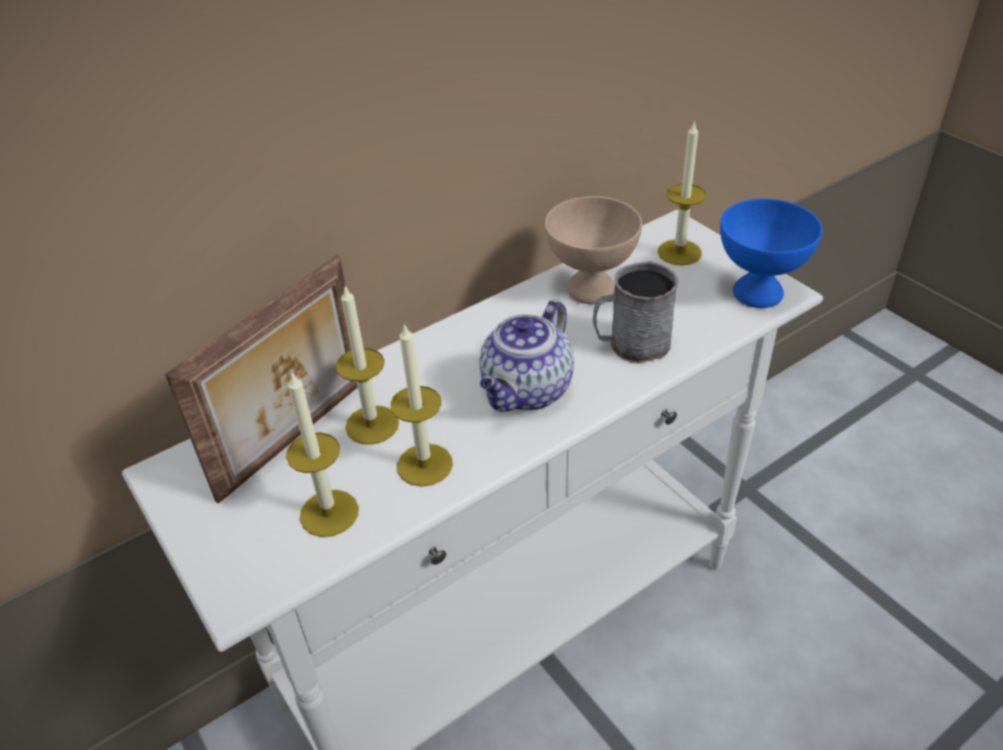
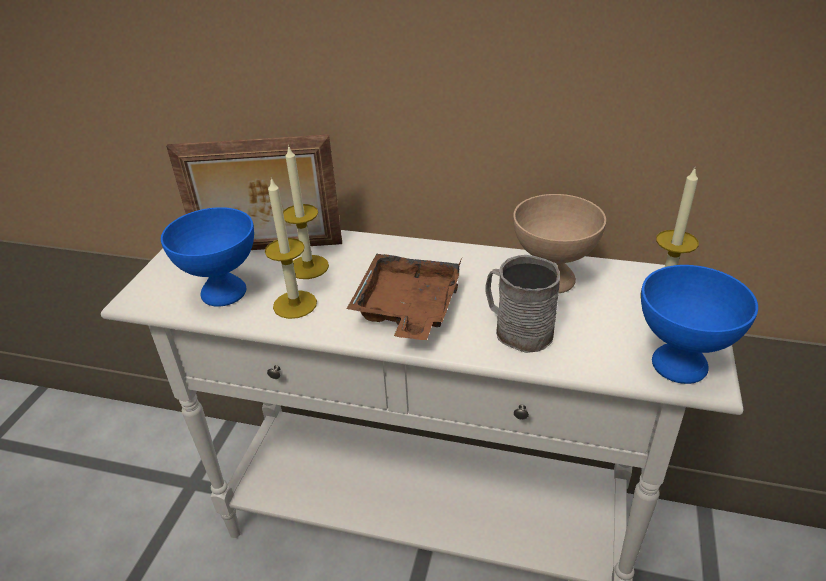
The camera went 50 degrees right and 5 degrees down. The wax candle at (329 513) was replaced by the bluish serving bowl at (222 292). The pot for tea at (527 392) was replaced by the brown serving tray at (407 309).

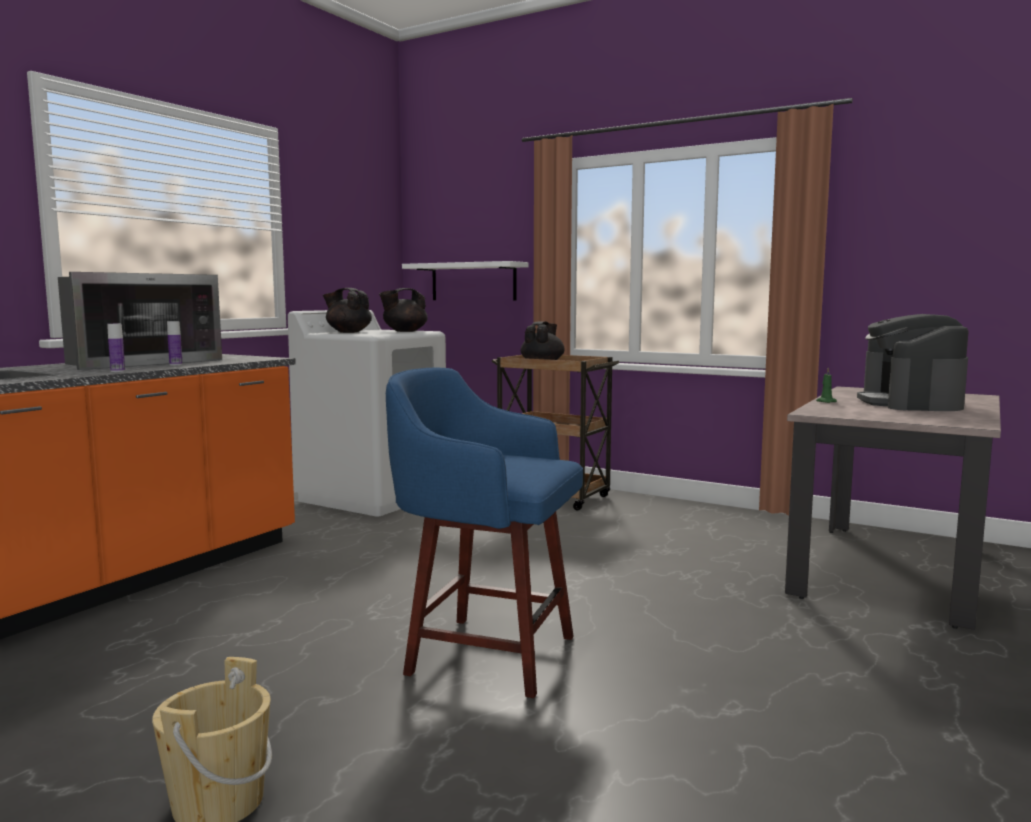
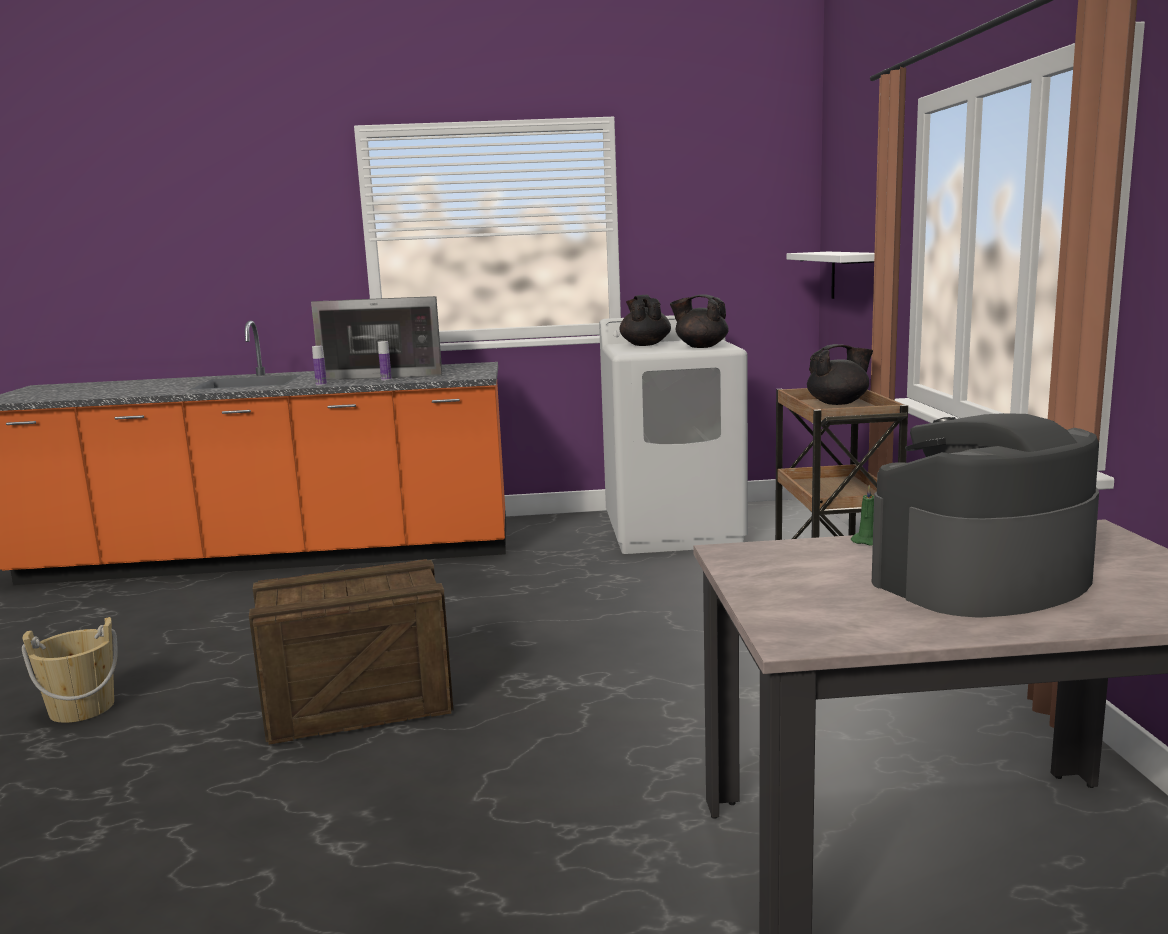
The camera went 55 degrees right and 5 degrees up. The bluish stool seat at (485 654) was replaced by the packing crate at (360 703).

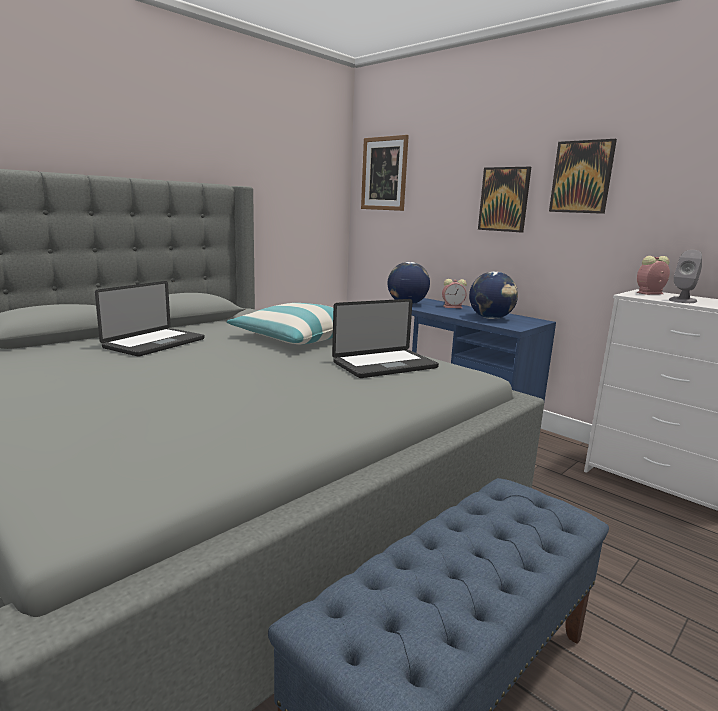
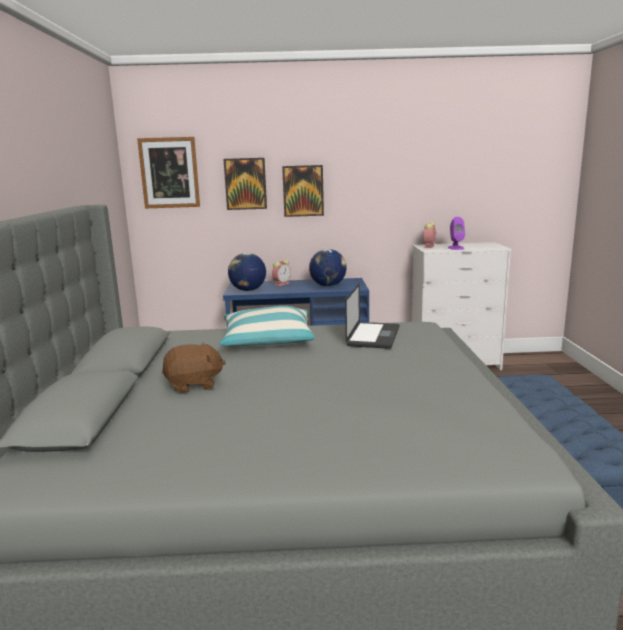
The camera went 45 degrees left and 0 degrees up. The notebook computer at (155 343) was replaced by the brown plush toy at (194 384). The wall picture moved from (582 177) to (245 184). The grey speaker at (682 300) became the purplish speaker at (455 248).

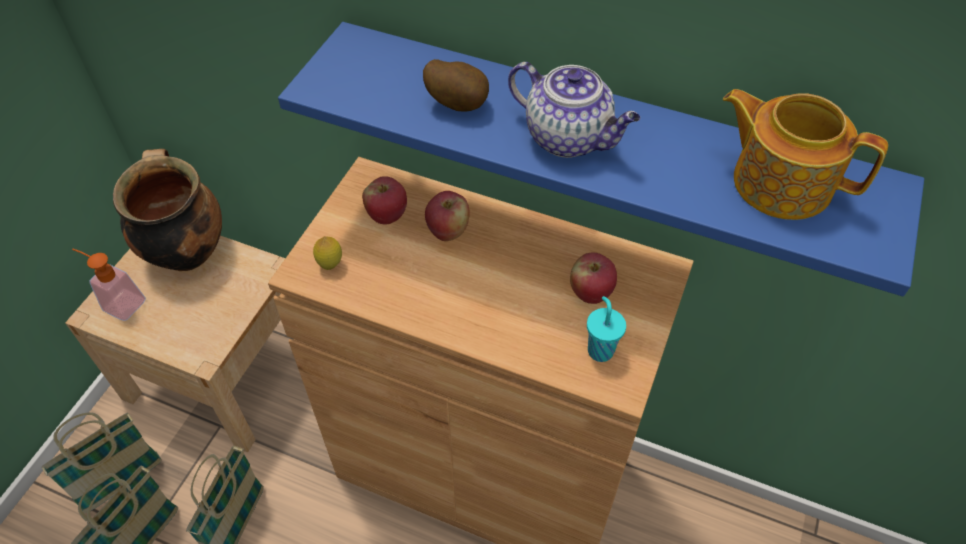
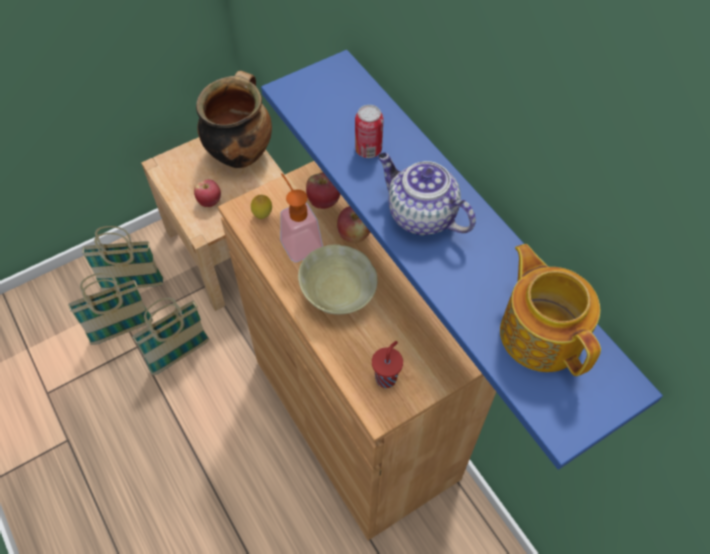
The camera went 35 degrees right and 5 degrees up. The soap dispenser moved from (119 302) to (298 240). The whole potato at (458 103) was replaced by the can at (368 150). The pot for tea at (569 138) turned 150 degrees clockwise. The apple fruit moved from (590 292) to (210 201). The turquoise small cup at (600 349) became the red small cup at (386 377). The beige-coloured serving bowl at (338 297) appeared.

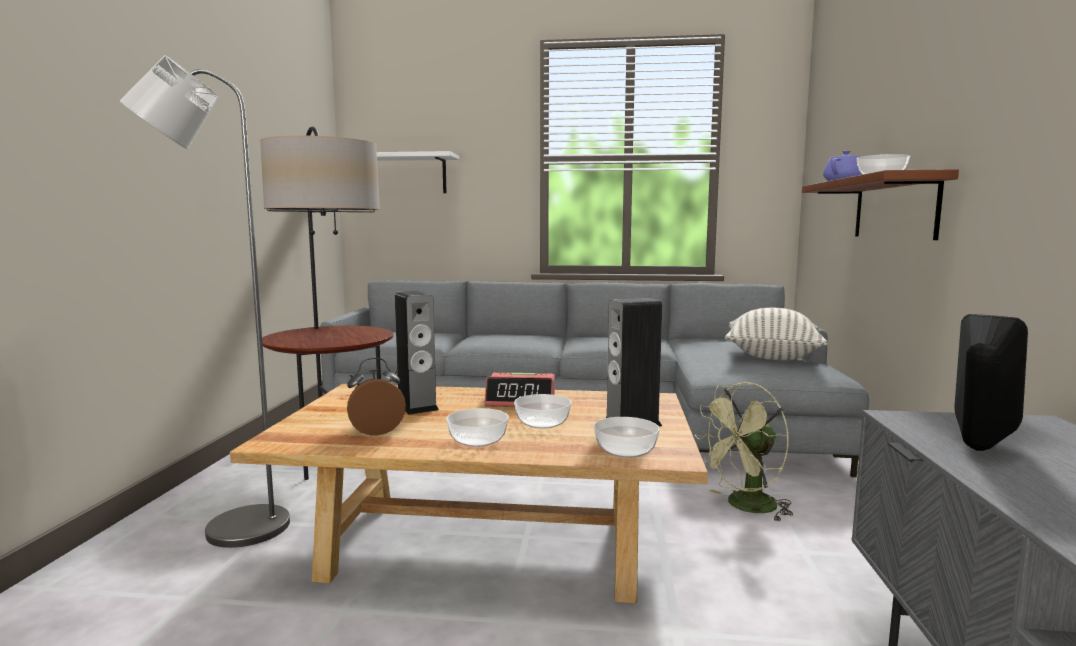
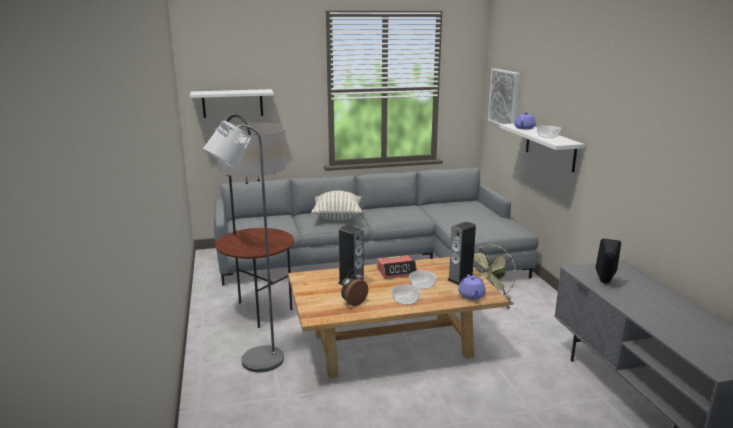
The camera went 20 degrees left and 10 degrees up. The serving bowl at (626 451) was replaced by the purplish pot for tea at (471 296). The pillow moved from (772 357) to (337 217). The brown shelf at (894 208) became the whitish shelf at (550 147). The wall picture at (504 98) appeared.

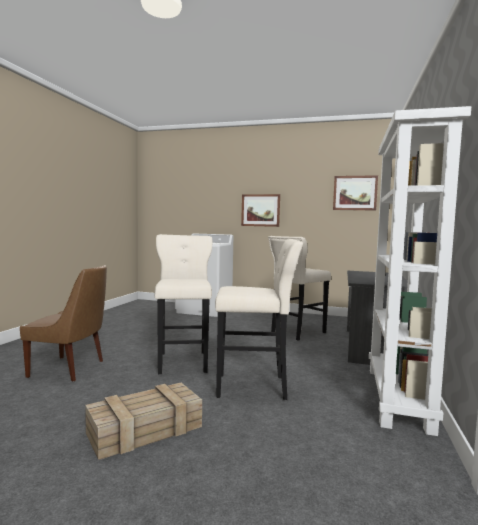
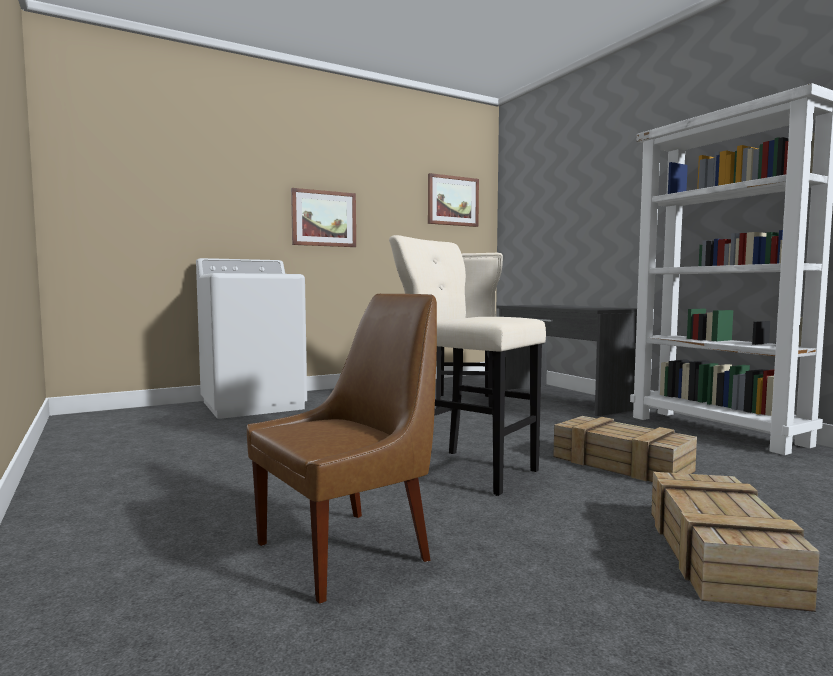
The camera went 45 degrees left and 0 degrees up. The beige-coloured stool seat at (255 387) was replaced by the packing crate at (623 464).

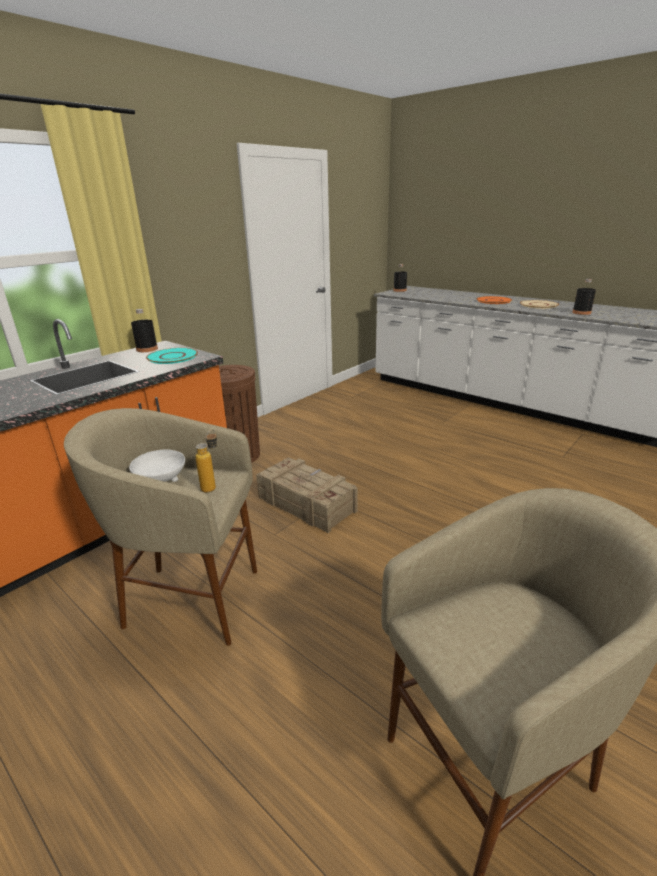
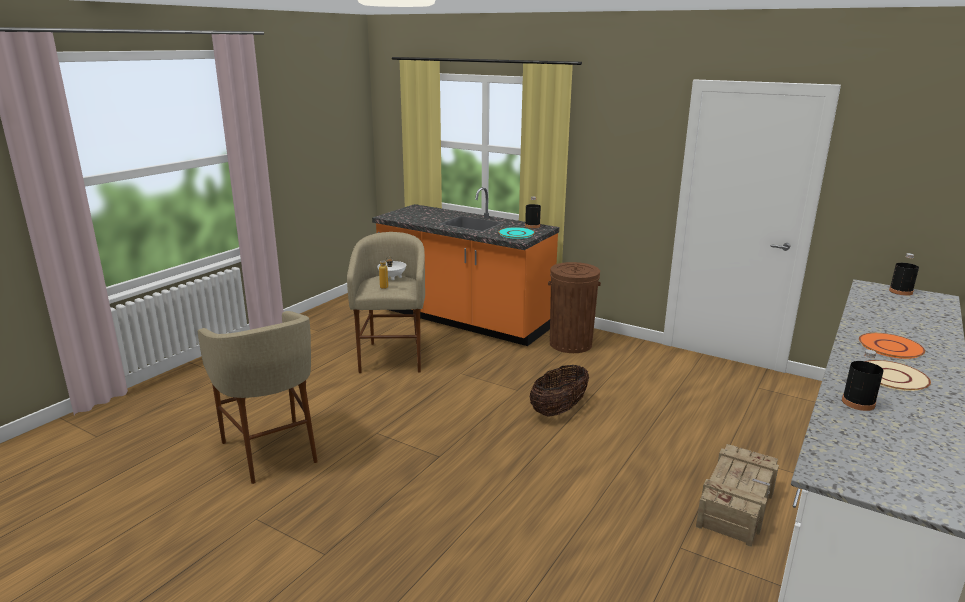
The camera went 80 degrees right and 5 degrees down. The packing crate moved from (306 503) to (737 504). The storage basket at (558 410) appeared.

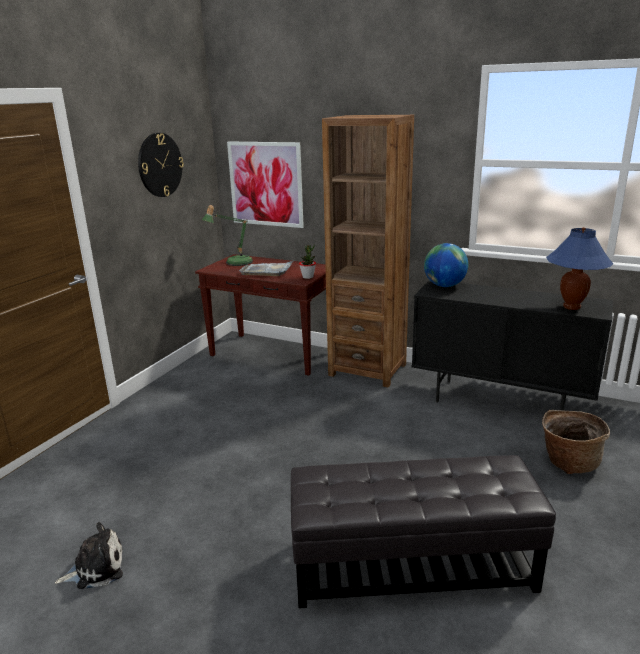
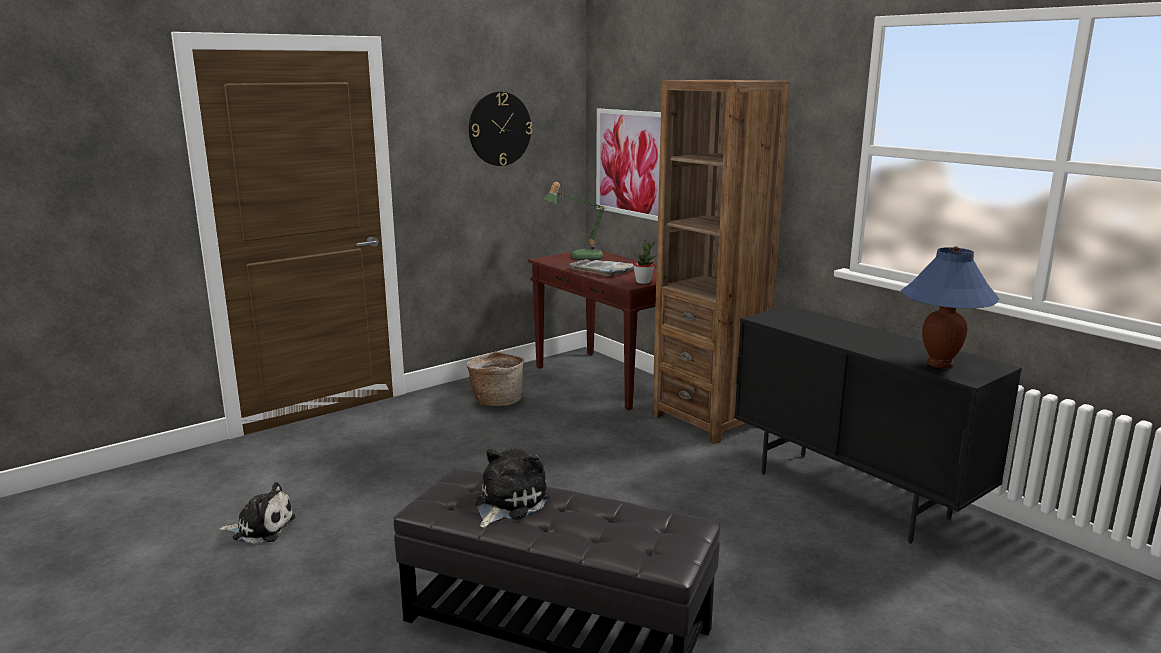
The camera went 25 degrees right and 5 degrees down. The globe at (444 286) disappeared. The storage basket moved from (568 462) to (496 401). The plush toy at (508 503) appeared.

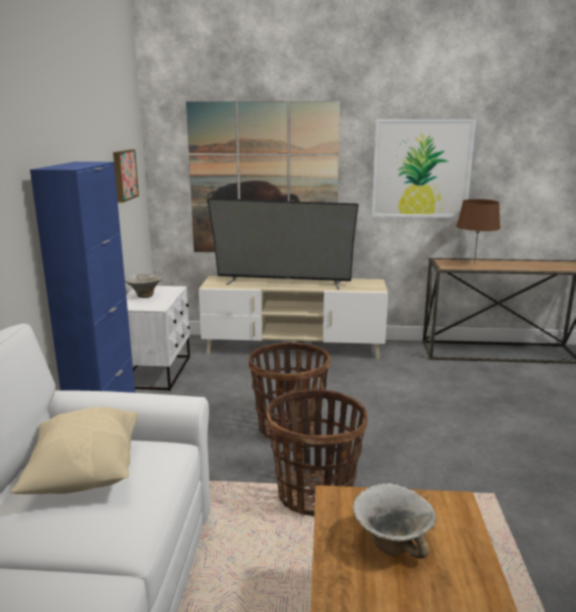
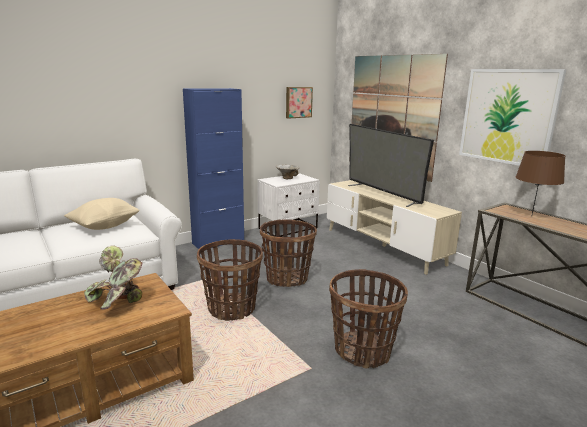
The camera went 50 degrees right and 0 degrees up. The serving bowl at (392 543) was replaced by the plant in a pot at (117 302). The storage basket at (363 351) appeared.

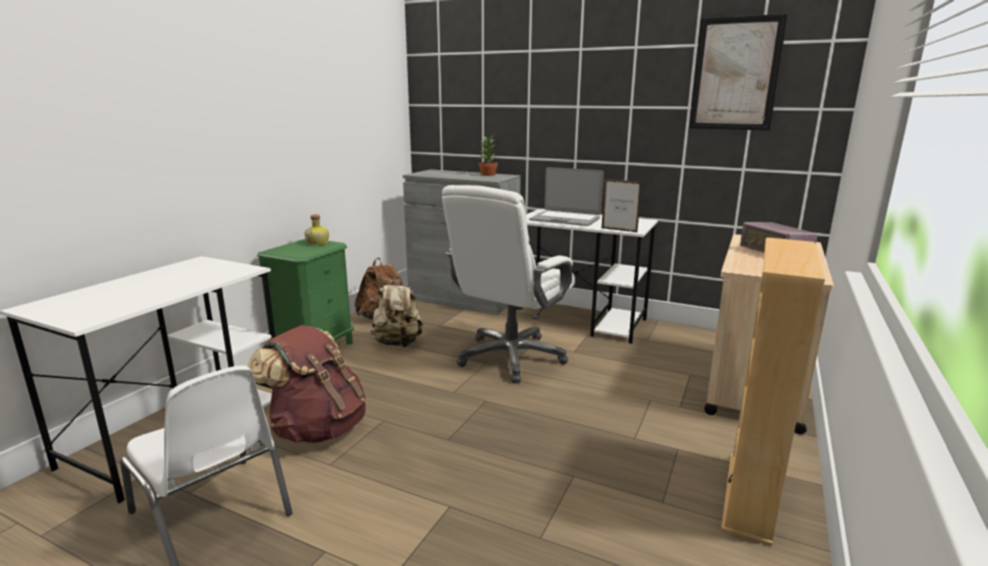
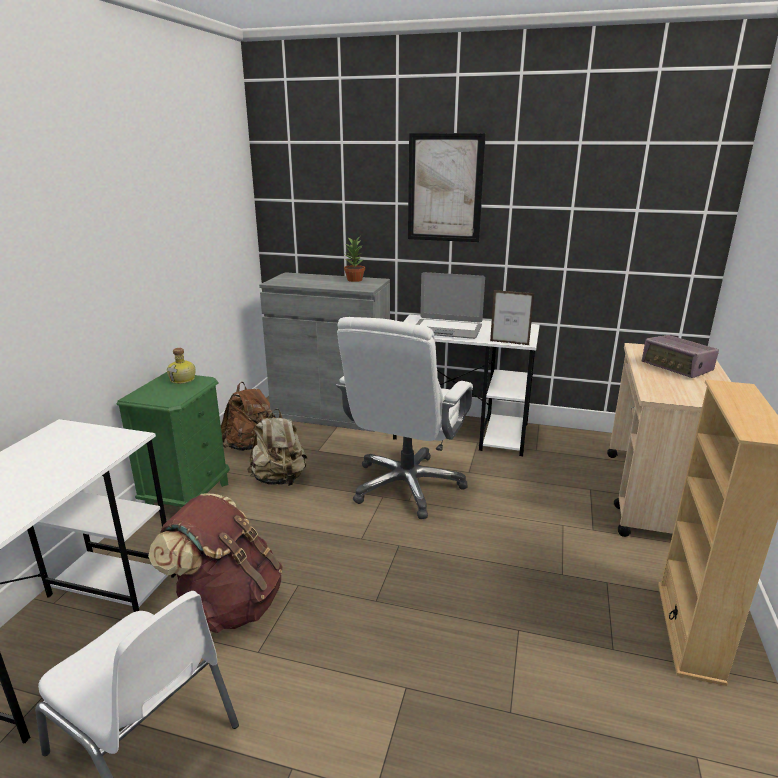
The camera went 10 degrees left and 5 degrees up. The wall picture moved from (735 74) to (445 188).

